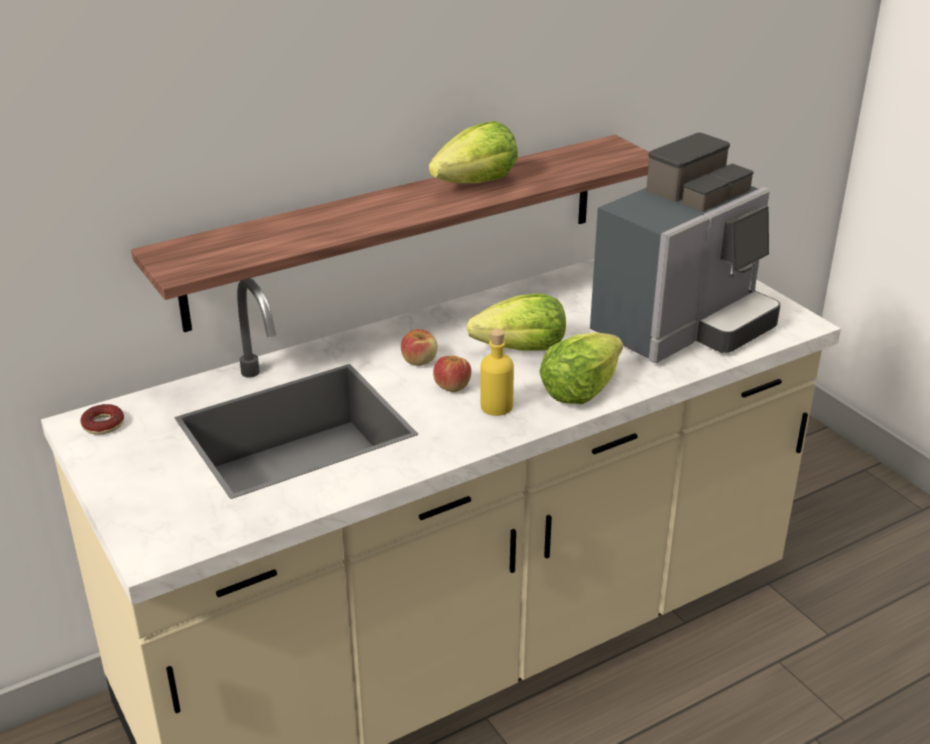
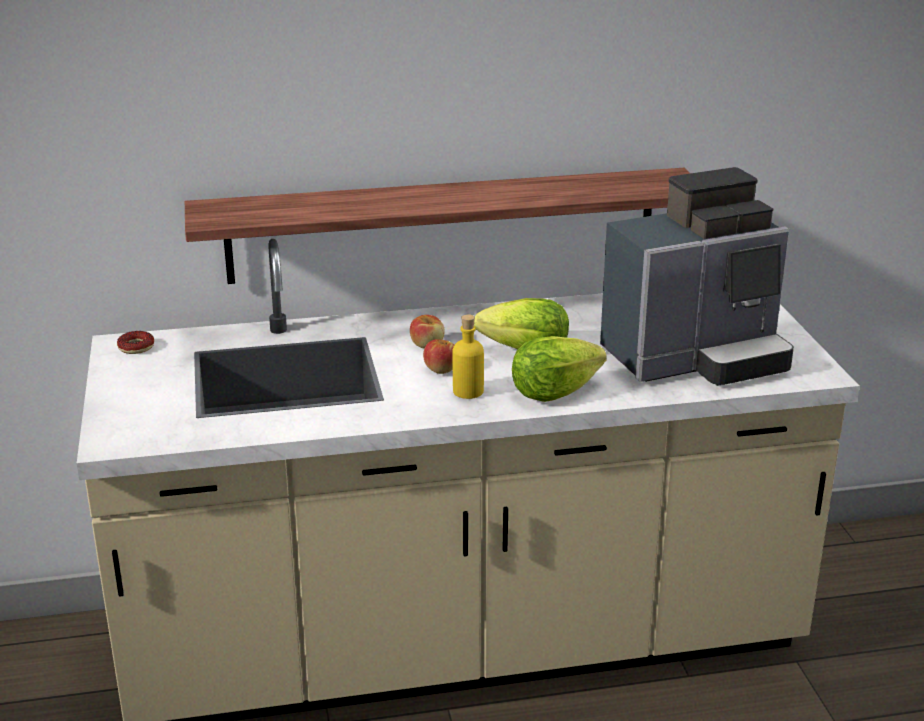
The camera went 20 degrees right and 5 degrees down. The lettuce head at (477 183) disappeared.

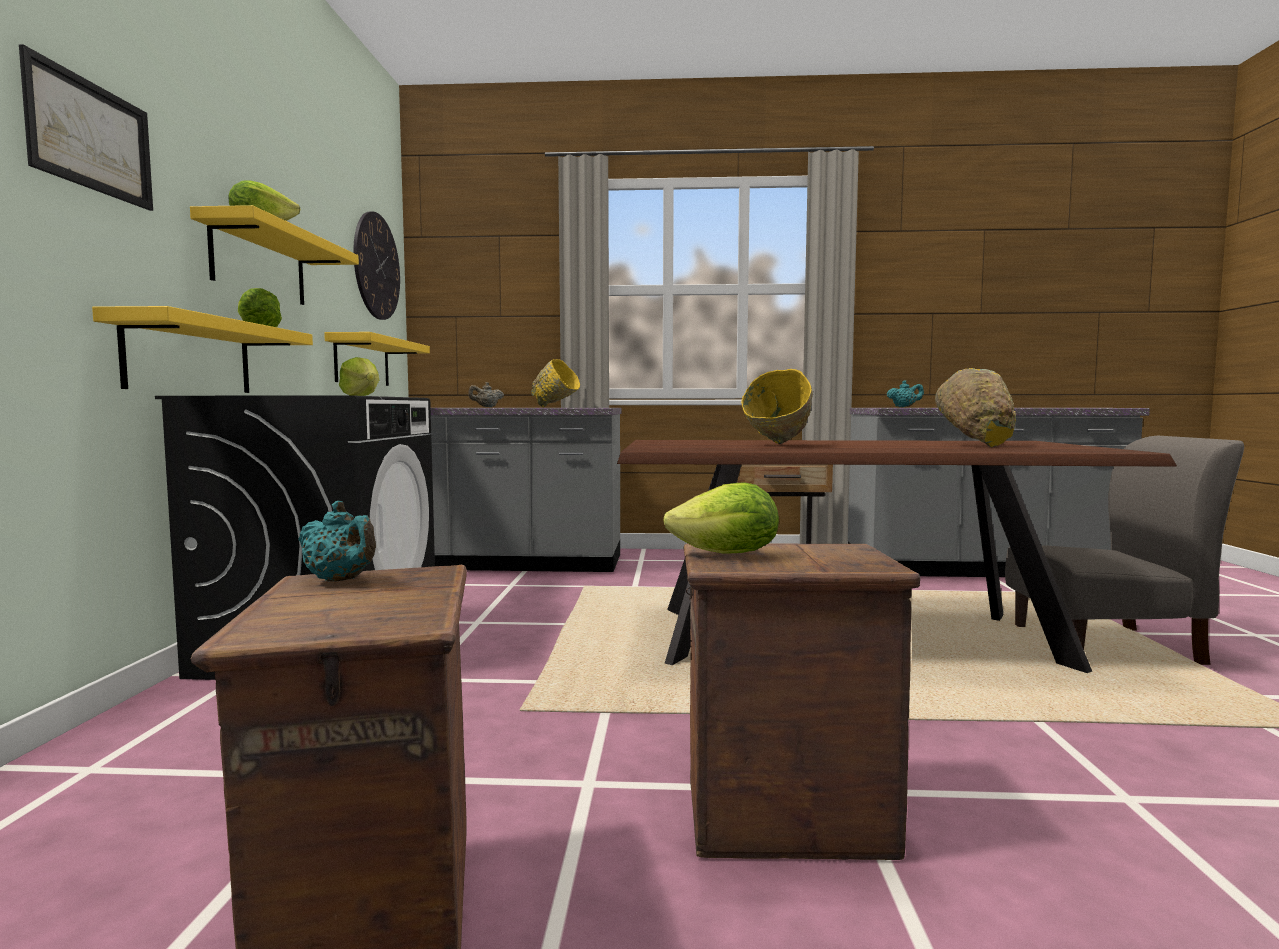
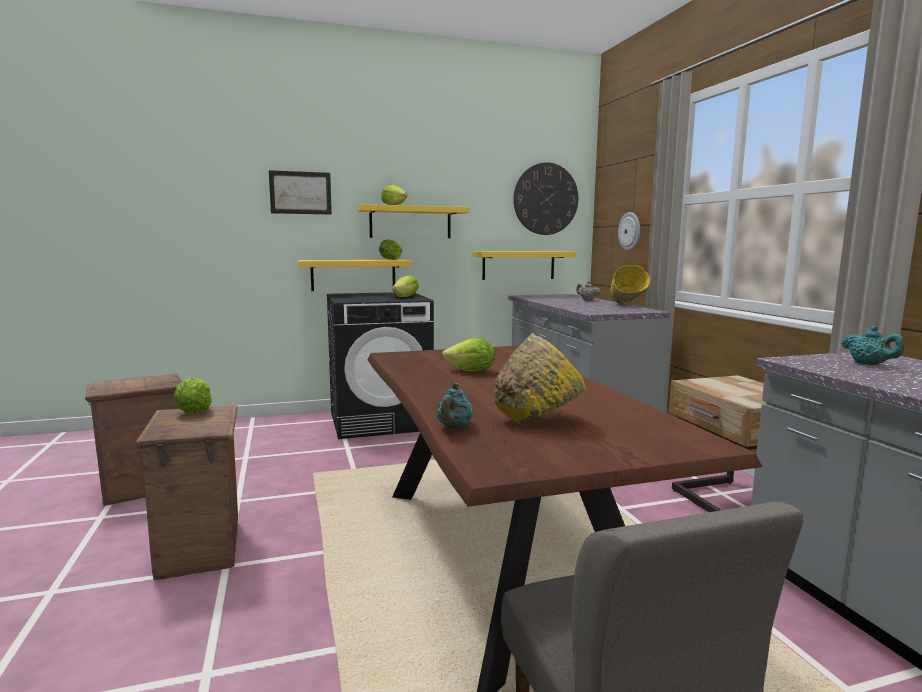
The camera went 70 degrees right and 5 degrees up. The turquoise pot for tea moved from (340 580) to (454 427). The yellowish serving bowl at (778 445) was replaced by the lettuce head at (471 371). The wall clock at (630 231) appeared.

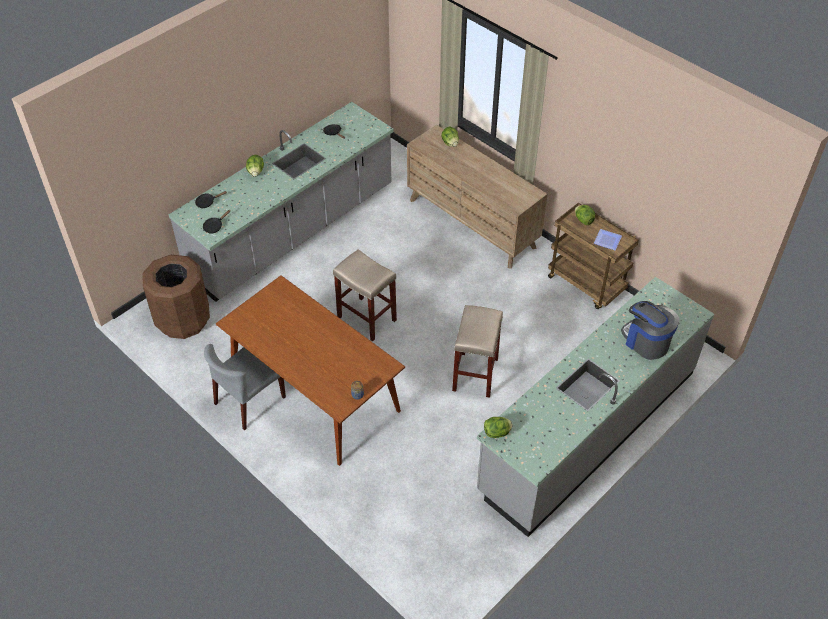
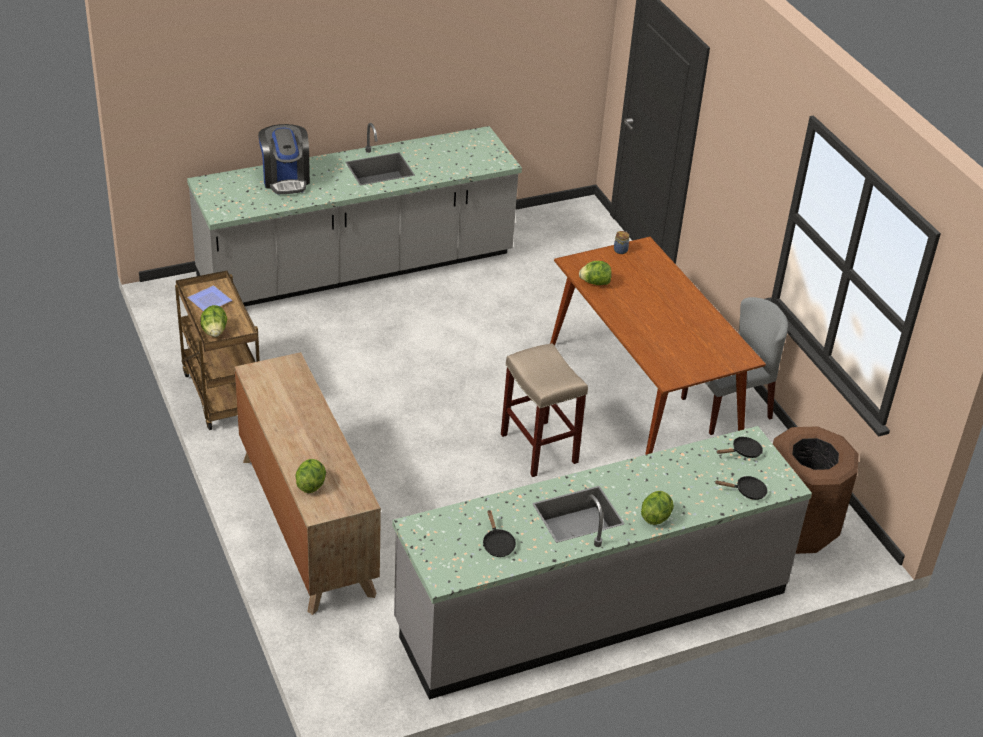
The camera went 160 degrees left and 10 degrees down. The beige-coloured stool seat at (475 375) disappeared. The lettuce head moved from (497 432) to (595 283).

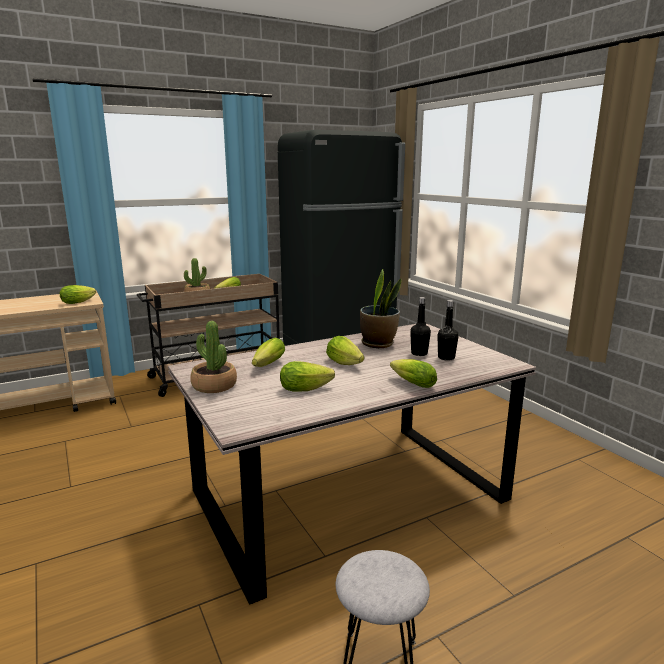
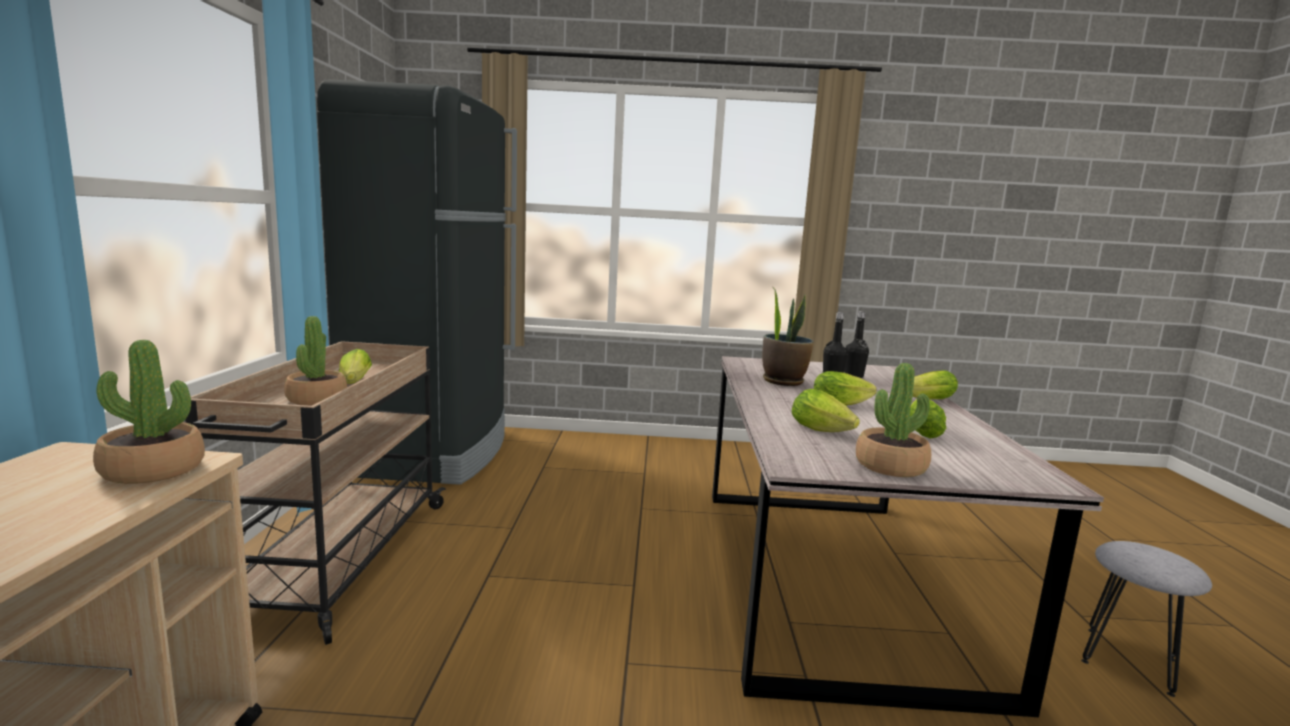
The camera went 60 degrees left and 5 degrees down. The lettuce head at (80 302) was replaced by the plant in a pot at (153 470).

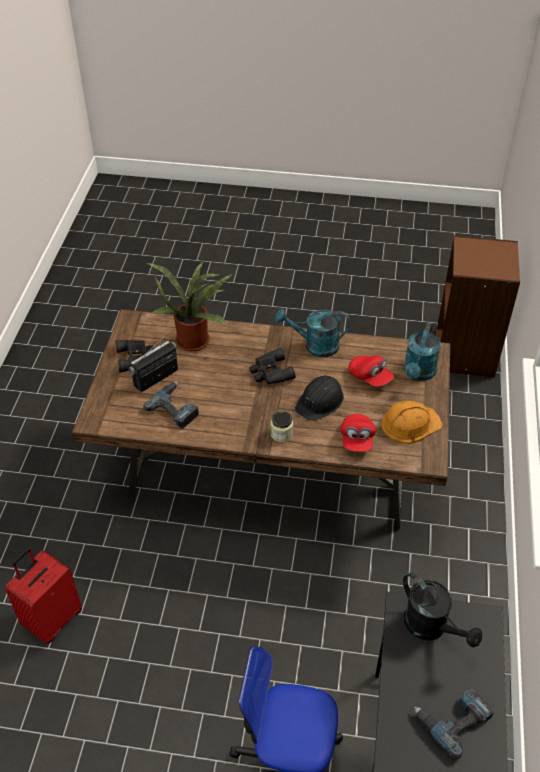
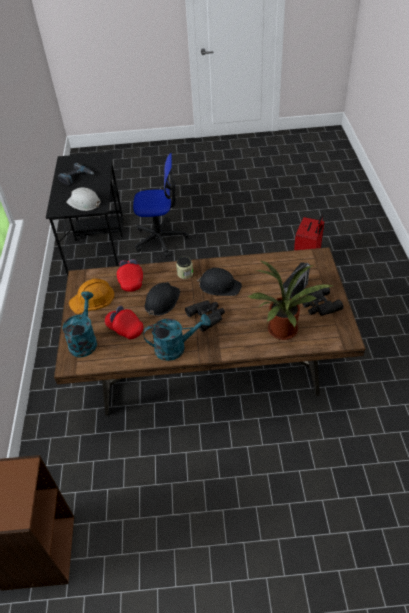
The camera went 170 degrees right and 0 degrees up. The drill at (175 408) disappeared. The black sprinkling can at (431 627) was replaced by the whitish work helmet at (84 203). The black work helmet at (219 285) appeared.

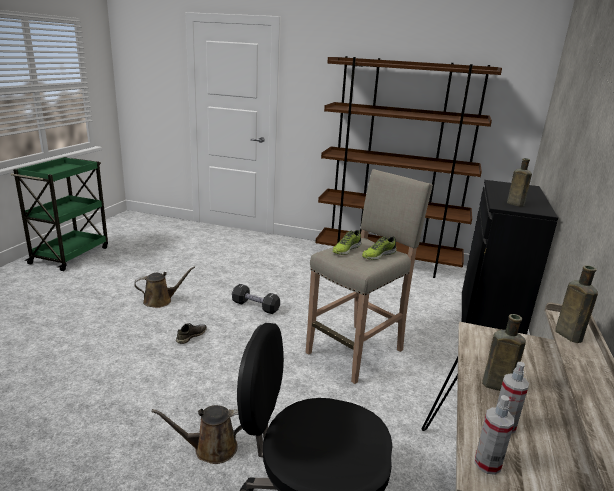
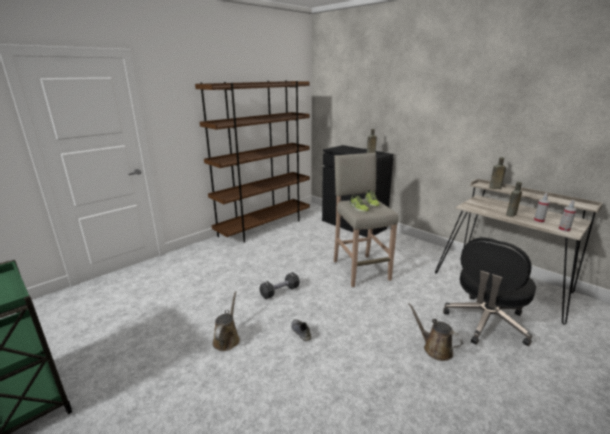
The camera went 60 degrees left and 0 degrees up. The brown sprinkling can at (211 448) turned 120 degrees clockwise.

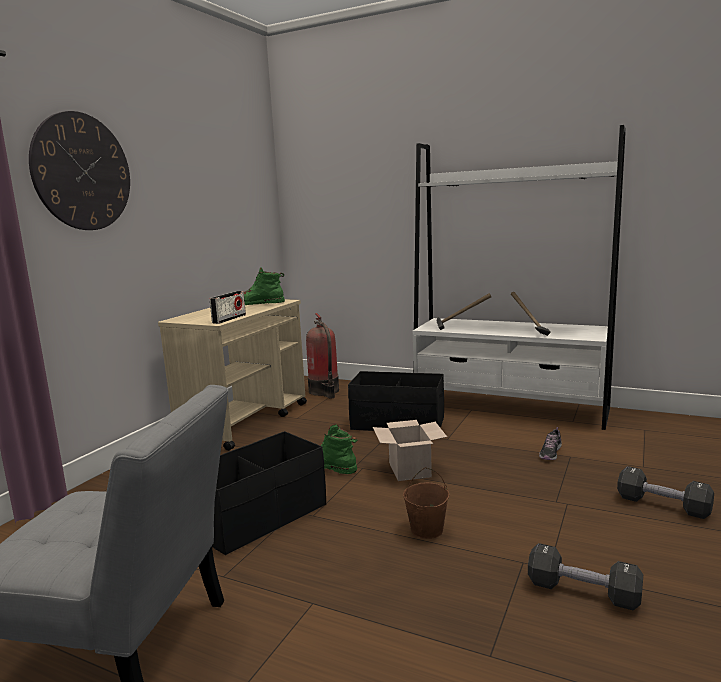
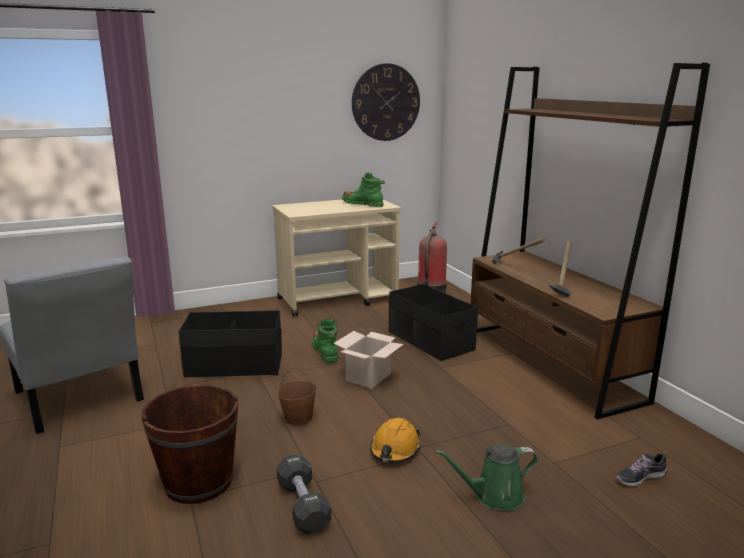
The camera went 40 degrees right and 5 degrees up. The wall clock moved from (82 172) to (386 102). The radio set at (229 319) disappeared. The whitish bookshelf at (509 407) became the brown bookshelf at (550 364). The shoe moved from (550 453) to (640 477). The black hand weight at (663 505) was replaced by the green-coloured sprinkling can at (494 496). The brown bucket at (198 482) appeared. The orange work helmet at (395 450) appeared.

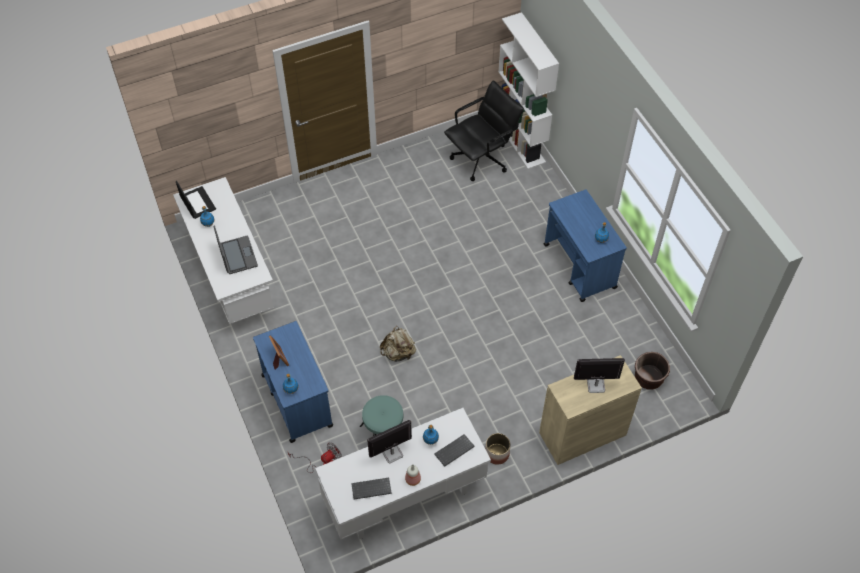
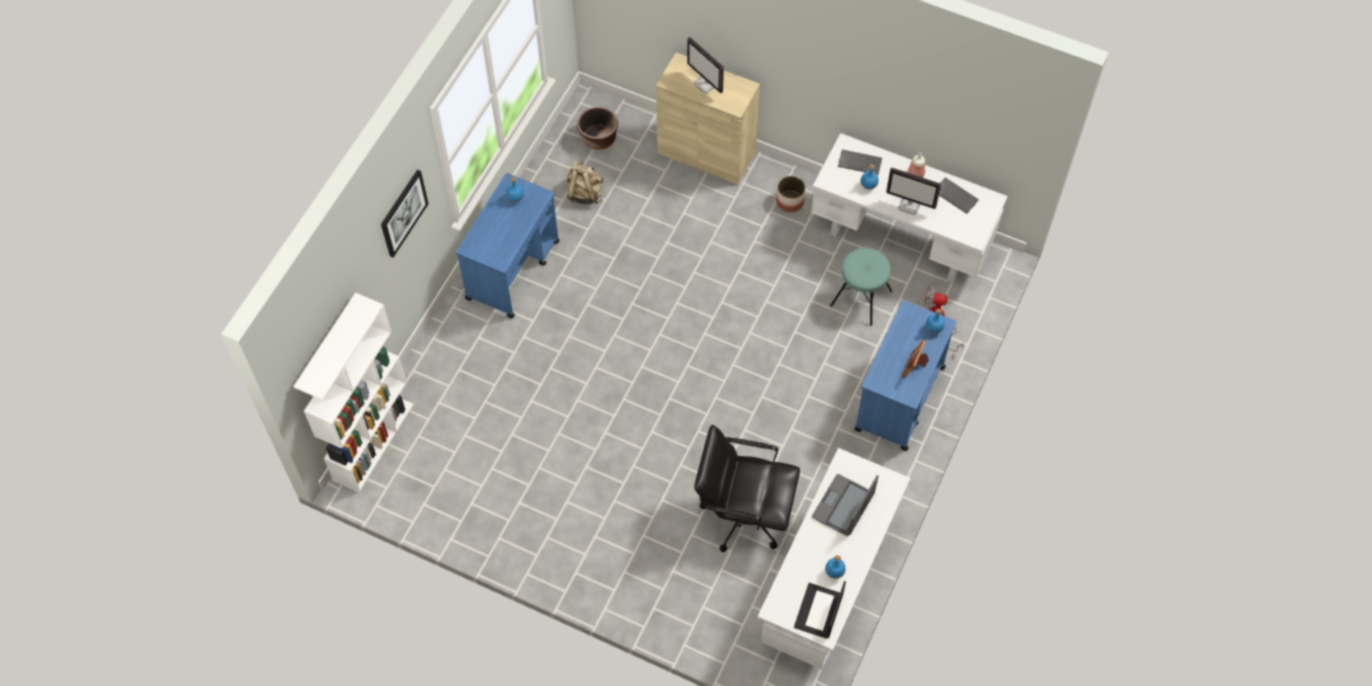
The camera went 130 degrees left and 5 degrees up. The beige-coloured backpack moved from (398 353) to (584 193). The black office chair moved from (481 159) to (743 514). The wall picture at (403 213) appeared.

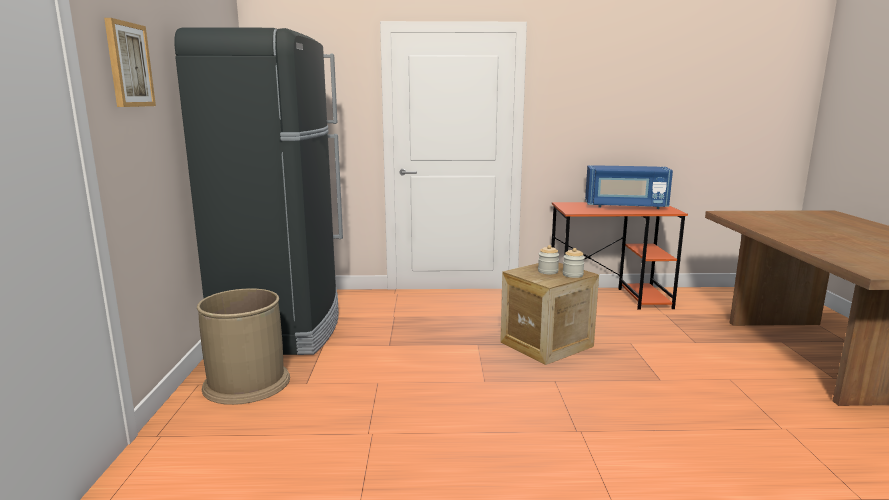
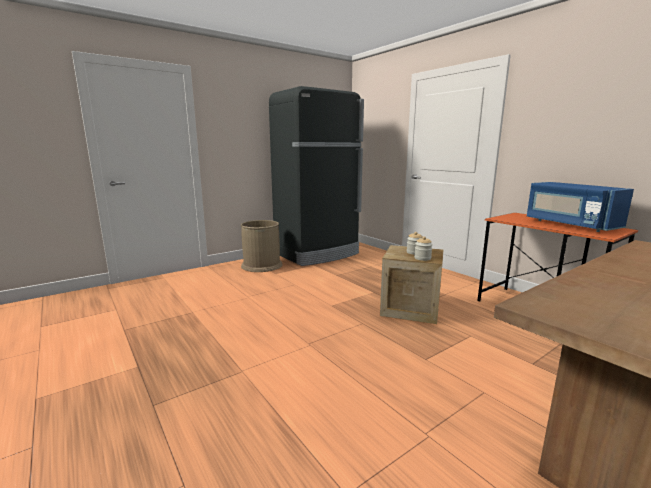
The camera went 55 degrees right and 0 degrees up. The wall picture at (128 65) disappeared.

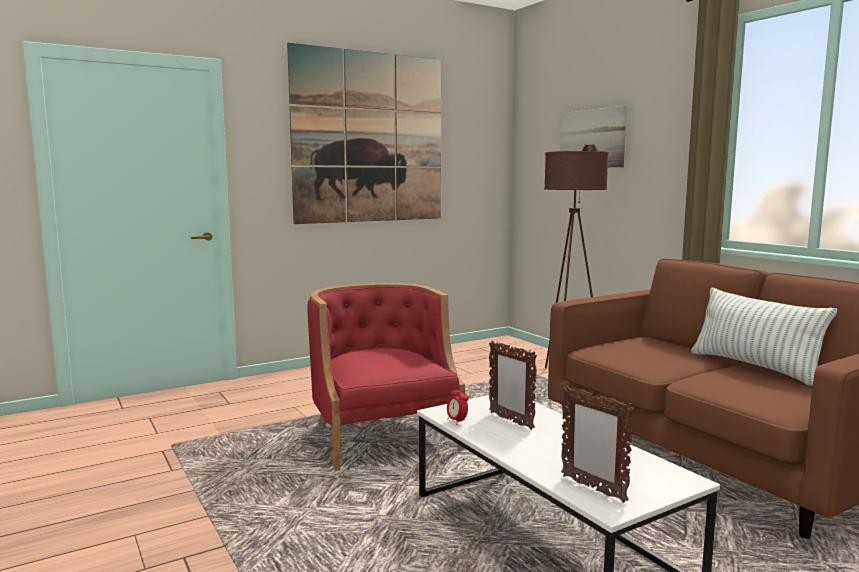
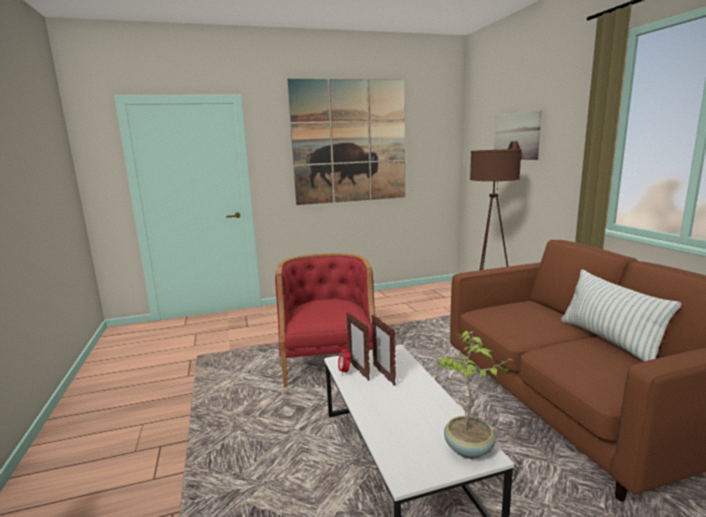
The camera went 15 degrees right and 5 degrees up. The picture frame moved from (592 488) to (359 371). The plant in a pot at (469 450) appeared.

